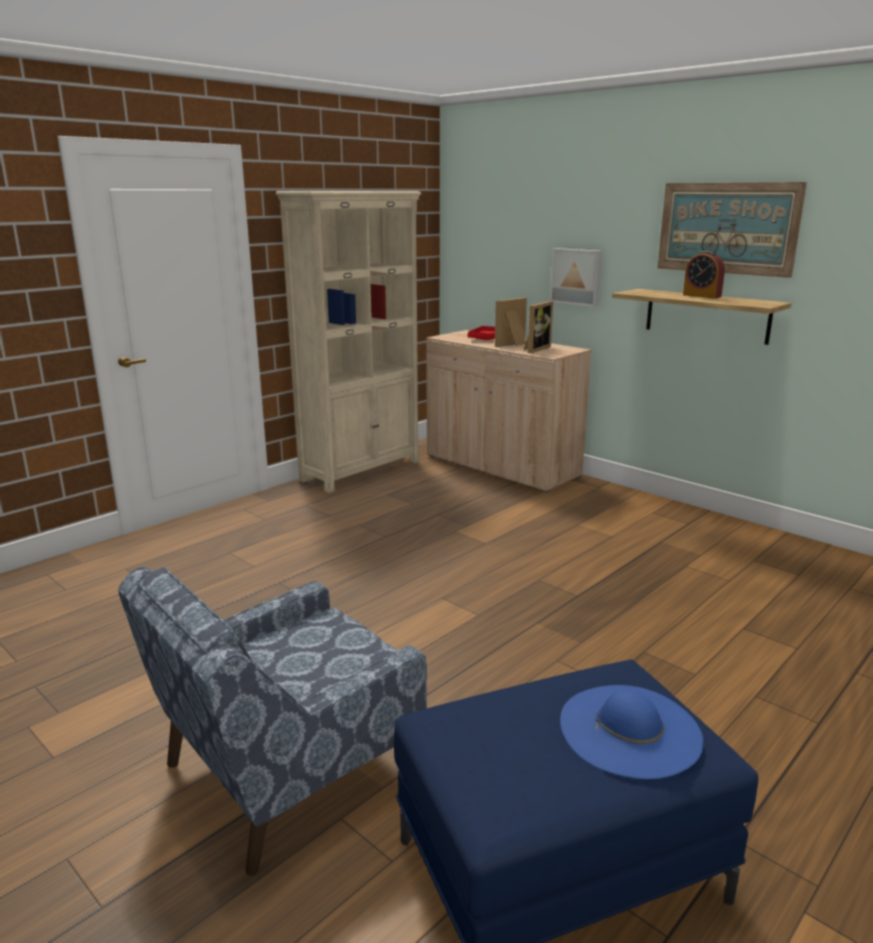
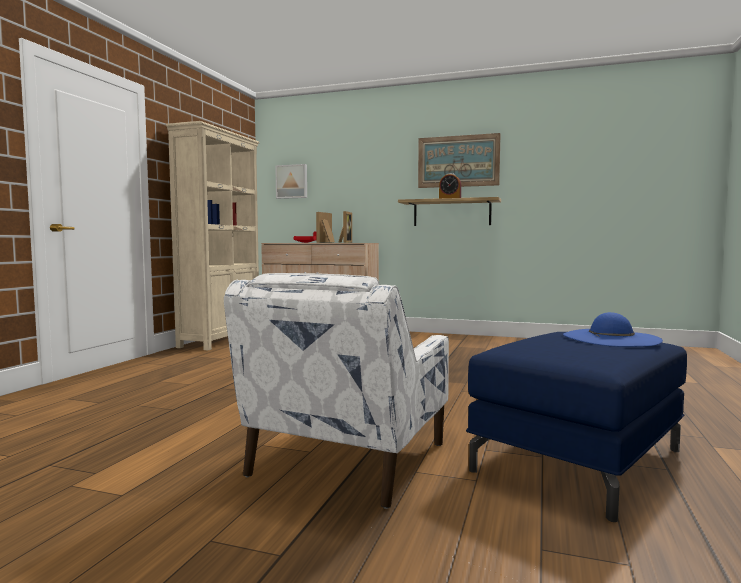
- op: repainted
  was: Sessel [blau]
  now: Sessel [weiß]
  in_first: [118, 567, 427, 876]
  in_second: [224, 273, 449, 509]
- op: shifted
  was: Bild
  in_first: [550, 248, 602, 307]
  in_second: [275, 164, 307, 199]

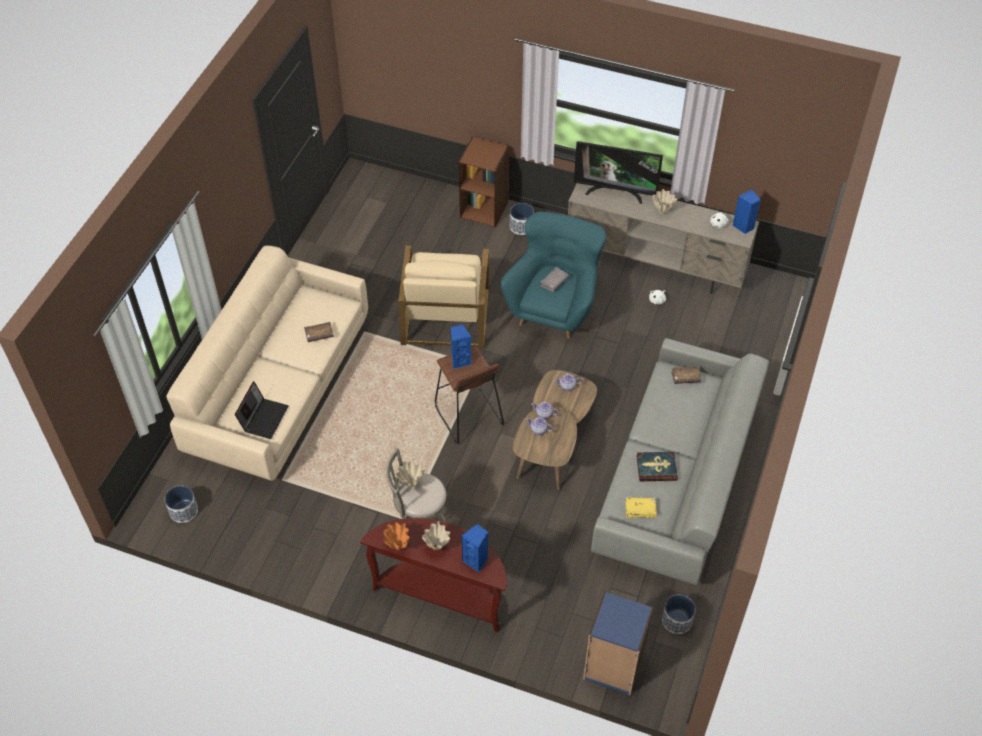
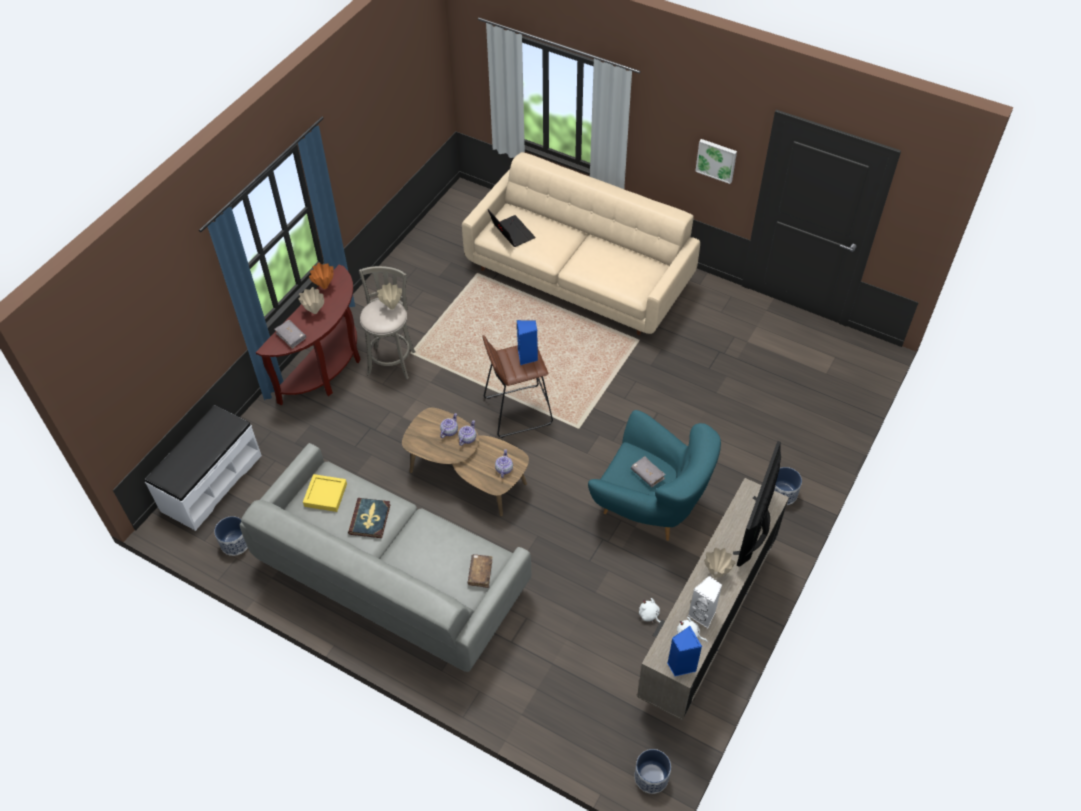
- op: swapped
  was: Bücherregal [blau]
  now: Bank [weiß]
  in_first: [583, 592, 654, 695]
  in_second: [144, 405, 262, 531]
- op: swapped
  was: Lautsprecher [blau]
  now: Buch [grau]
  in_first: [461, 524, 488, 573]
  in_second: [274, 320, 306, 349]
- op: swapped
  was: Buch [gelb]
  now: Tablett [gelb]
  in_first: [625, 497, 657, 518]
  in_second: [303, 474, 347, 512]
- op: rotated
  was: Laptop
  in_first: [235, 381, 288, 439]
  in_second: [488, 209, 535, 247]
  clockwise: -150
- op: shifted
  was: Pflanzkübel
  in_first: [165, 486, 198, 523]
  in_second: [634, 749, 671, 794]
- op: new
  now: Lautsprecher [weiß]
  in_second: [688, 576, 722, 628]
- op: new
  now: Bild
  in_second: [695, 139, 737, 184]
- op: gone
  was: Buch [braun]
  in_first: [304, 322, 334, 342]
- op: gone
  was: Sessel [beige]
  in_first: [398, 245, 489, 350]
- op: gone
  was: Bücherregal [braun]
  in_first: [459, 136, 509, 227]

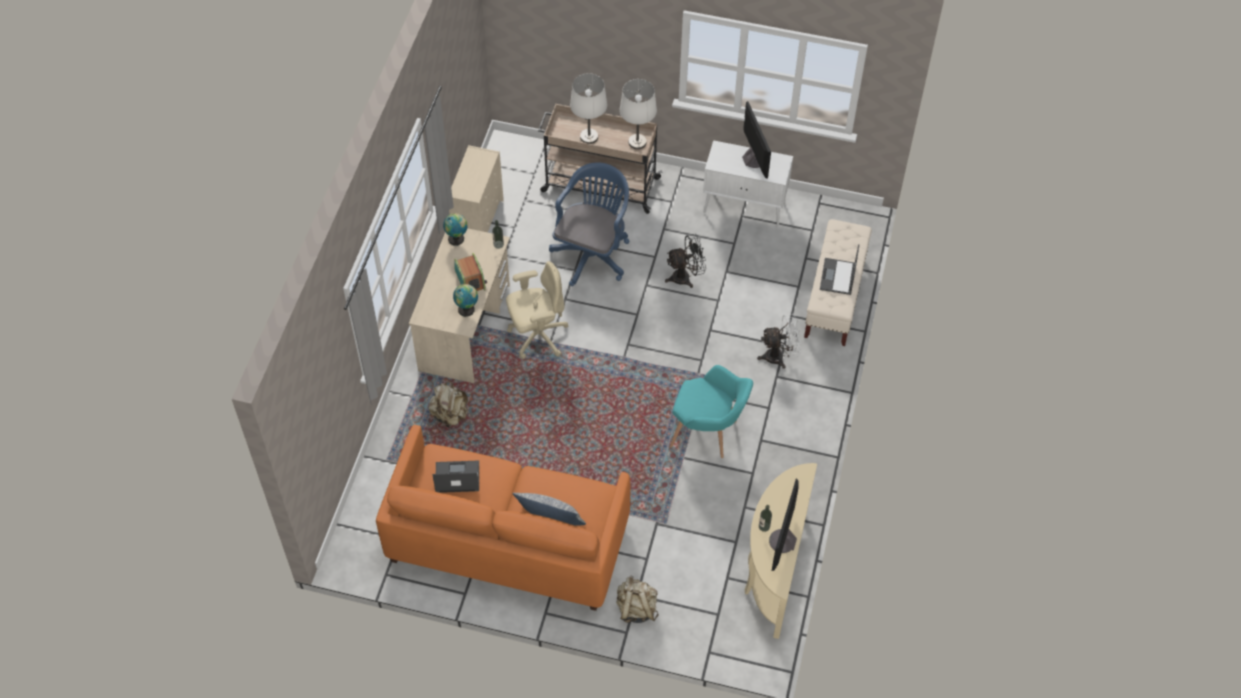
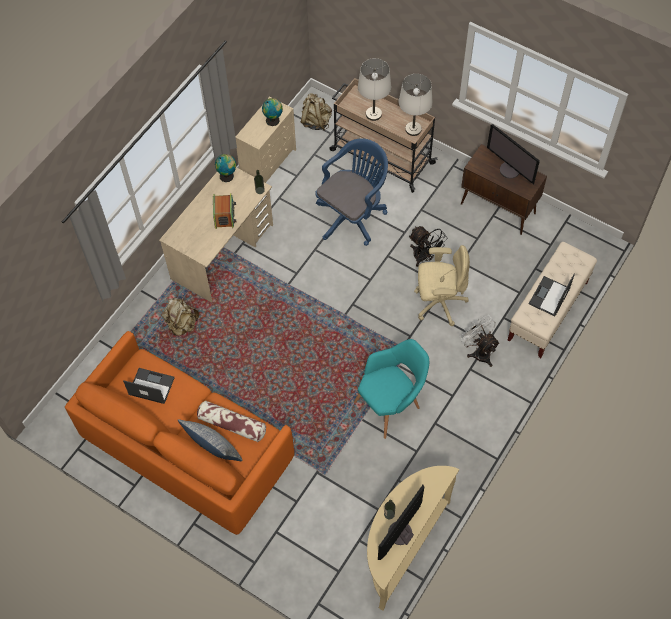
- op: new
  now: Kissen
  in_second: [197, 400, 266, 442]
- op: shifted
  was: Globus
  in_first: [453, 284, 478, 317]
  in_second: [262, 98, 283, 126]
- op: shifted
  was: Rucksack [beige]
  in_first: [616, 575, 658, 623]
  in_second: [300, 93, 332, 130]
- op: rotated
  was: Sessel [türkis]
  in_first: [670, 365, 753, 458]
  in_second: [354, 339, 429, 439]
  clockwise: -75
- op: rotated
  was: Ventilator [schwarz]
  in_first: [665, 234, 706, 288]
  in_second: [409, 226, 447, 267]
  clockwise: 45
- op: shifted
  was: Bürostuhl [beige]
  in_first: [506, 261, 568, 359]
  in_second: [414, 245, 470, 326]
- op: rotated
  was: Ventilator [weiß]
  in_first: [757, 314, 801, 369]
  in_second: [460, 315, 500, 367]
  clockwise: -135
- op: repainted
  was: Schrank [weiß]
  now: Schrank [braun]
  in_first: [703, 140, 793, 228]
  in_second: [461, 144, 547, 235]
- op: rotated
  was: Monitor
  in_first: [742, 101, 771, 179]
  in_second: [487, 124, 540, 185]
  clockwise: 135

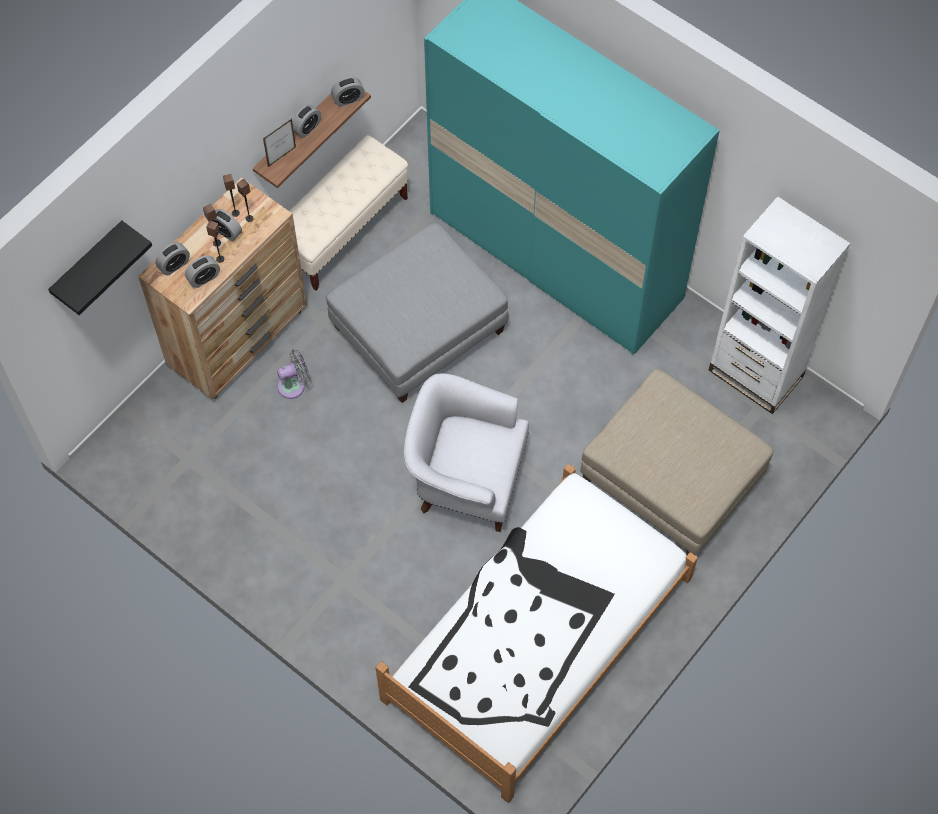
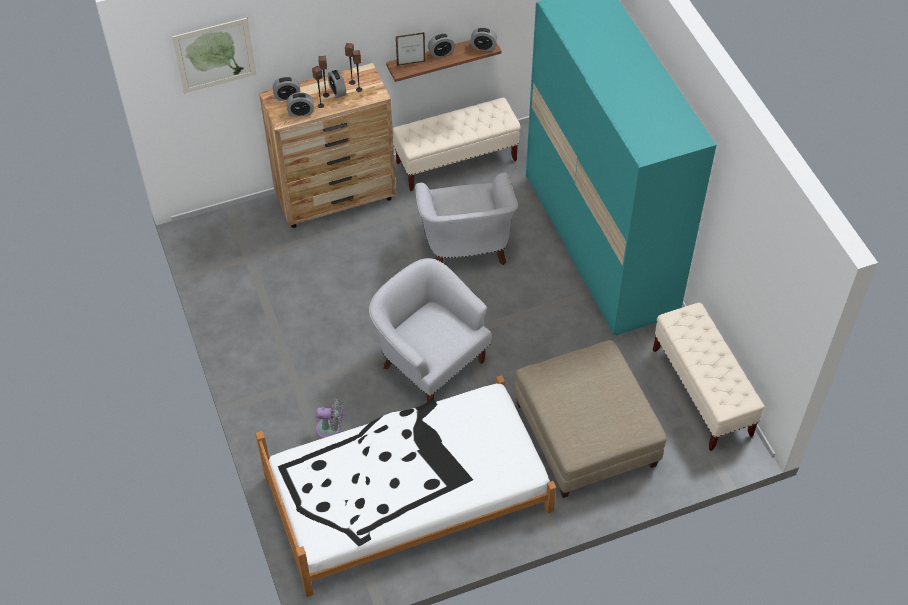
- op: swapped
  was: Wandregal [schwarz]
  now: Bild
  in_first: [48, 220, 152, 315]
  in_second: [172, 18, 256, 93]
- op: shifted
  was: Ventilator [grau]
  in_first: [277, 349, 310, 399]
  in_second: [316, 398, 343, 438]
- op: swapped
  was: Polsterhocker [grau]
  now: Sessel [weiß]
  in_first: [326, 222, 509, 403]
  in_second: [415, 172, 518, 265]
- op: swapped
  was: Bücherregal [weiß]
  now: Bank [beige]
  in_first: [709, 196, 851, 414]
  in_second: [653, 303, 765, 451]

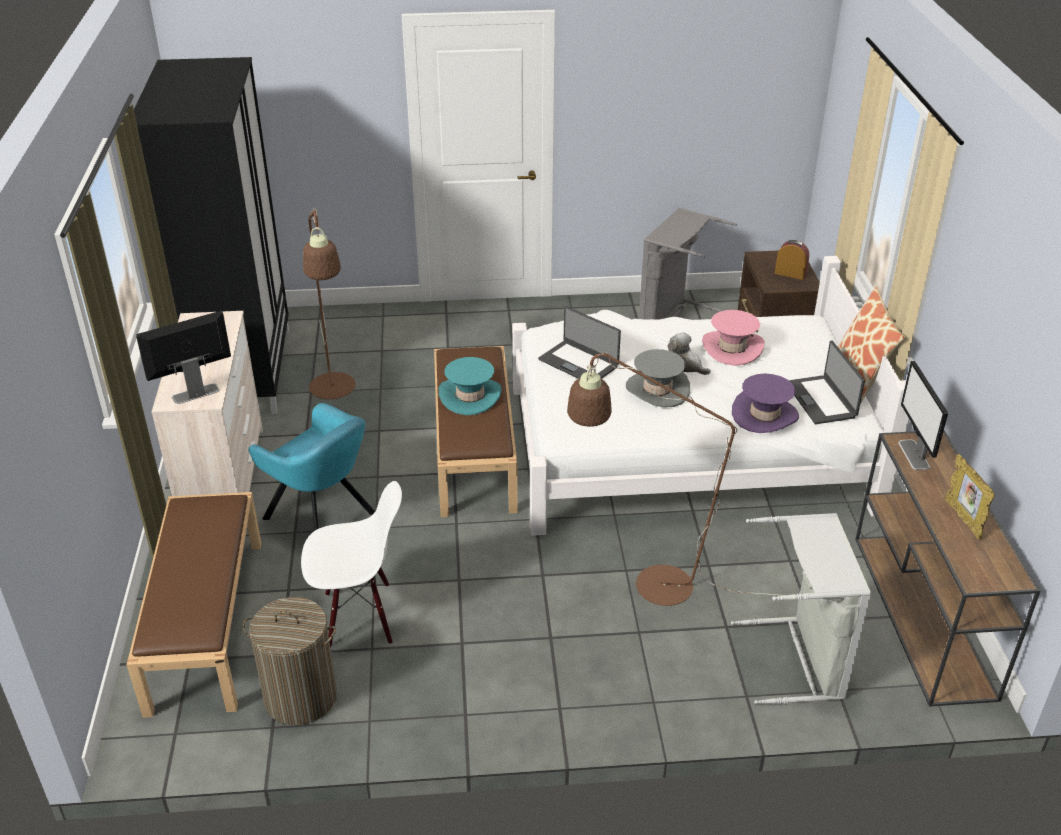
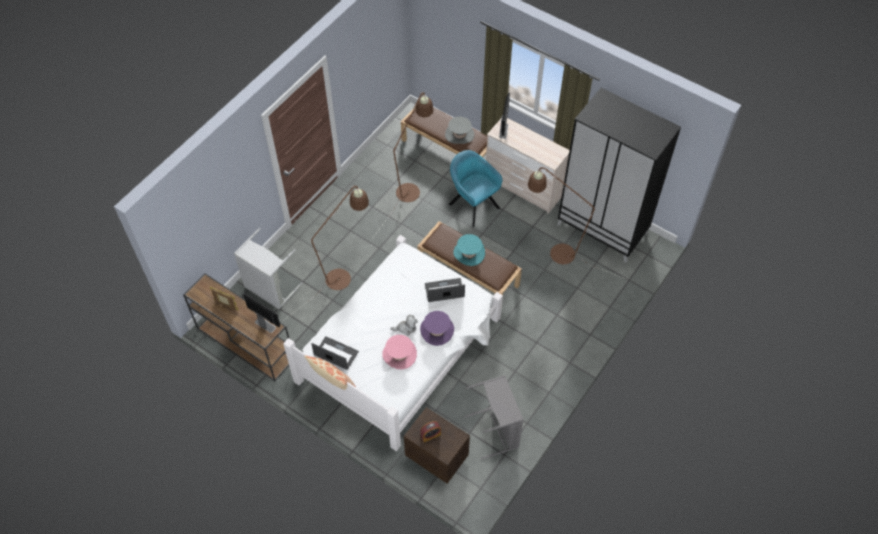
- op: swapped
  was: Stuhl [weiß]
  now: Stehlampe [braun]
  in_first: [301, 481, 402, 648]
  in_second: [372, 92, 433, 239]
- op: shifted
  was: Hut [lila]
  in_first: [732, 373, 799, 433]
  in_second: [420, 311, 454, 346]
- op: shifted
  was: Hut [grau]
  in_first: [626, 349, 690, 408]
  in_second: [445, 116, 474, 144]
- op: rotated
  was: Sessel [türkis]
  in_first: [249, 403, 375, 531]
  in_second: [449, 150, 502, 227]
  clockwise: 60
- op: gone
  was: Wäschekorb
  in_first: [243, 597, 337, 725]

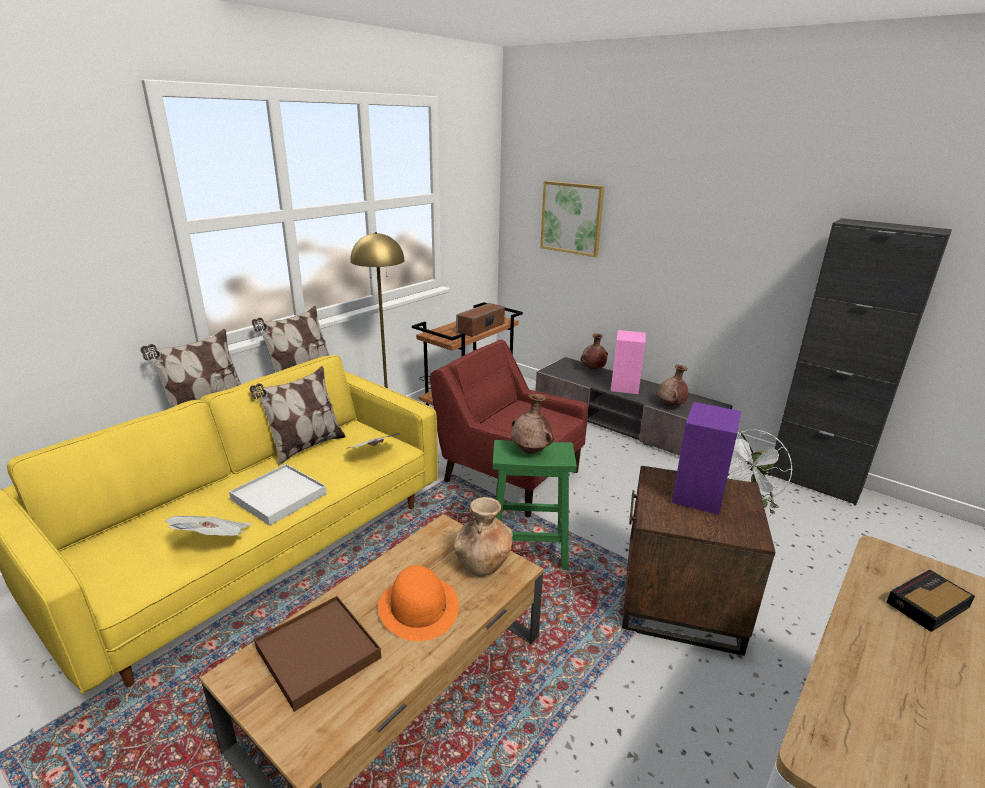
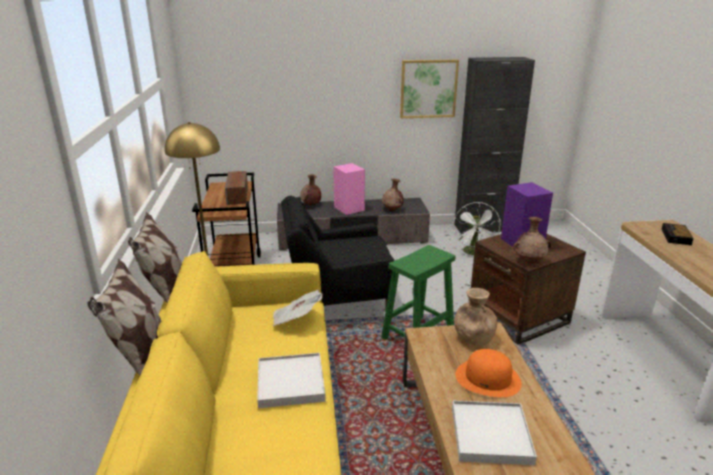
- op: repainted
  was: Sessel [rot]
  now: Sessel [schwarz]
  in_first: [430, 340, 588, 517]
  in_second: [281, 196, 395, 306]
- op: shifted
  was: Bild
  in_first: [540, 181, 604, 257]
  in_second: [400, 60, 459, 118]
- op: repainted
  was: Tablett [braun]
  now: Tablett [weiß]
  in_first: [254, 596, 381, 712]
  in_second: [452, 401, 537, 465]
- op: shifted
  was: Vase [braun]
  in_first: [511, 394, 554, 454]
  in_second: [513, 217, 551, 263]
- op: gone
  was: Zeitung
  in_first: [165, 516, 252, 536]
- op: gone
  was: Kissen
  in_first: [250, 366, 346, 466]

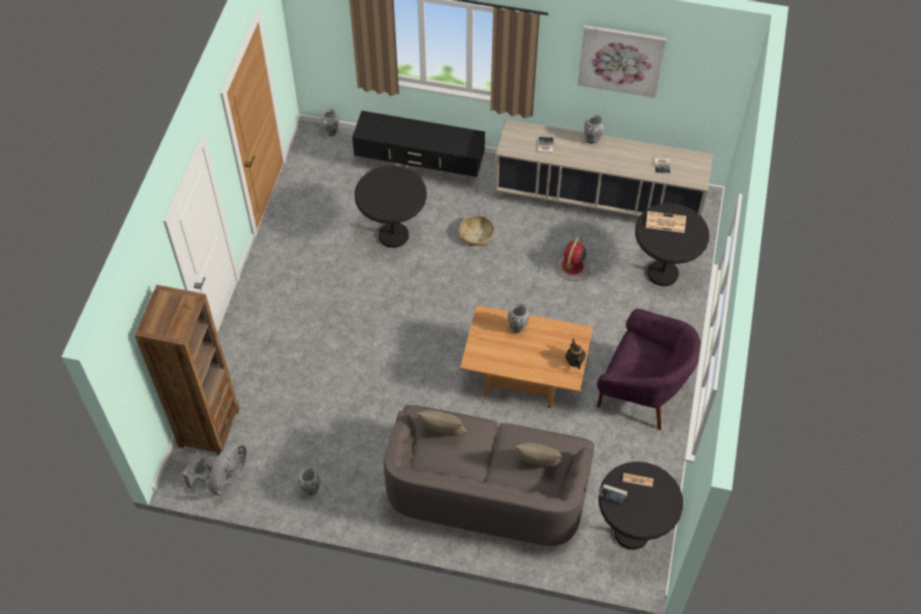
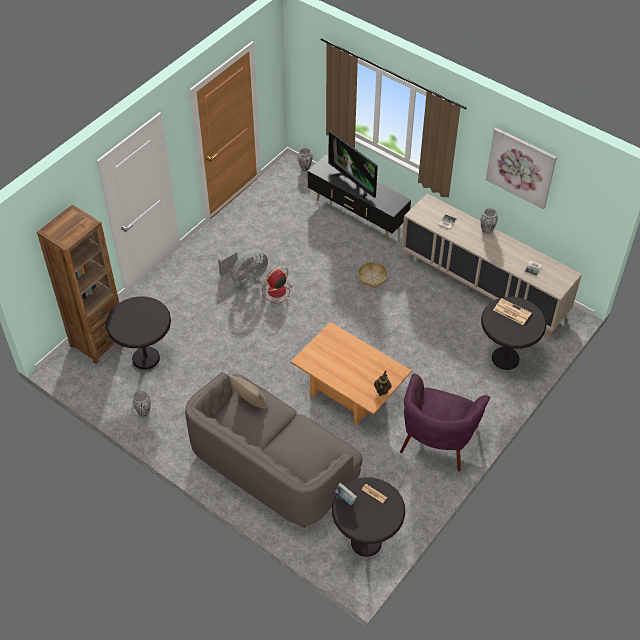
- op: shifted
  was: Beistelltisch [schwarz]
  in_first: [354, 165, 427, 248]
  in_second: [106, 296, 171, 370]
- op: shifted
  was: Ventilator [grau]
  in_first: [182, 442, 247, 496]
  in_second: [218, 249, 268, 287]
- op: shifted
  was: Ventilator [rot]
  in_first: [555, 236, 589, 281]
  in_second: [262, 266, 292, 303]
- op: new
  now: Fernseher
  in_second: [328, 131, 378, 199]
- op: rotated
  was: Sessel [lila]
  in_first: [597, 309, 701, 430]
  in_second: [400, 374, 490, 471]
  clockwise: 60
- op: gone
  was: Vase
  in_first: [508, 303, 529, 333]
- op: gone
  was: Kissen [beige]
  in_first: [514, 443, 563, 467]

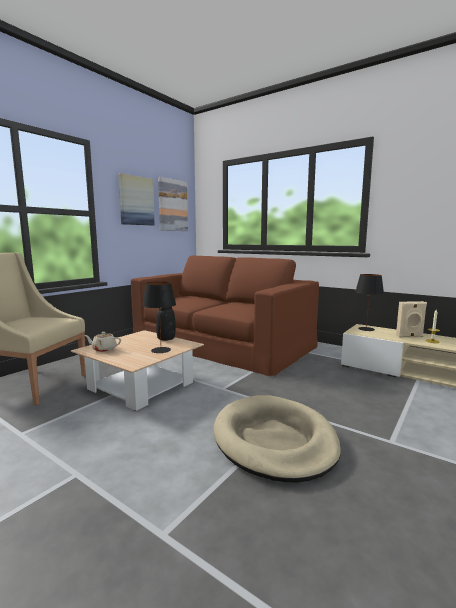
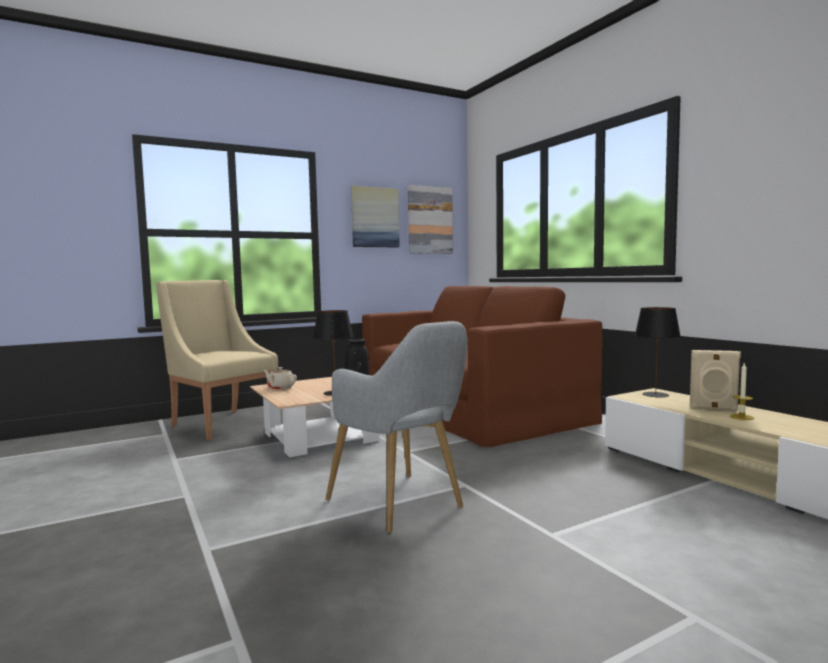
- op: swapped
  was: Hundebett [beige]
  now: Sessel [grau]
  in_first: [214, 395, 341, 482]
  in_second: [326, 321, 468, 533]

